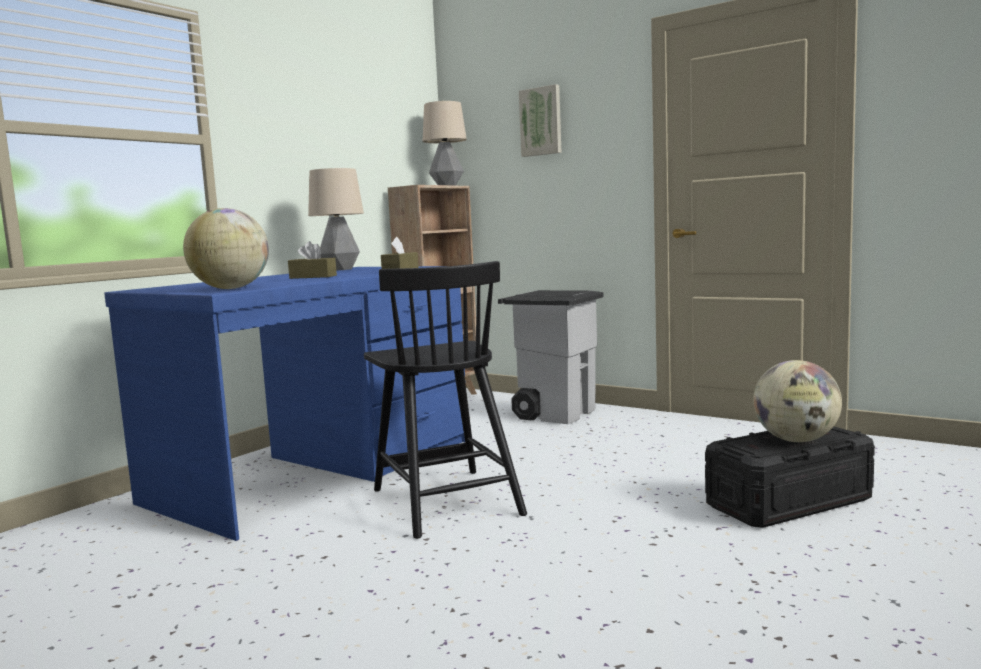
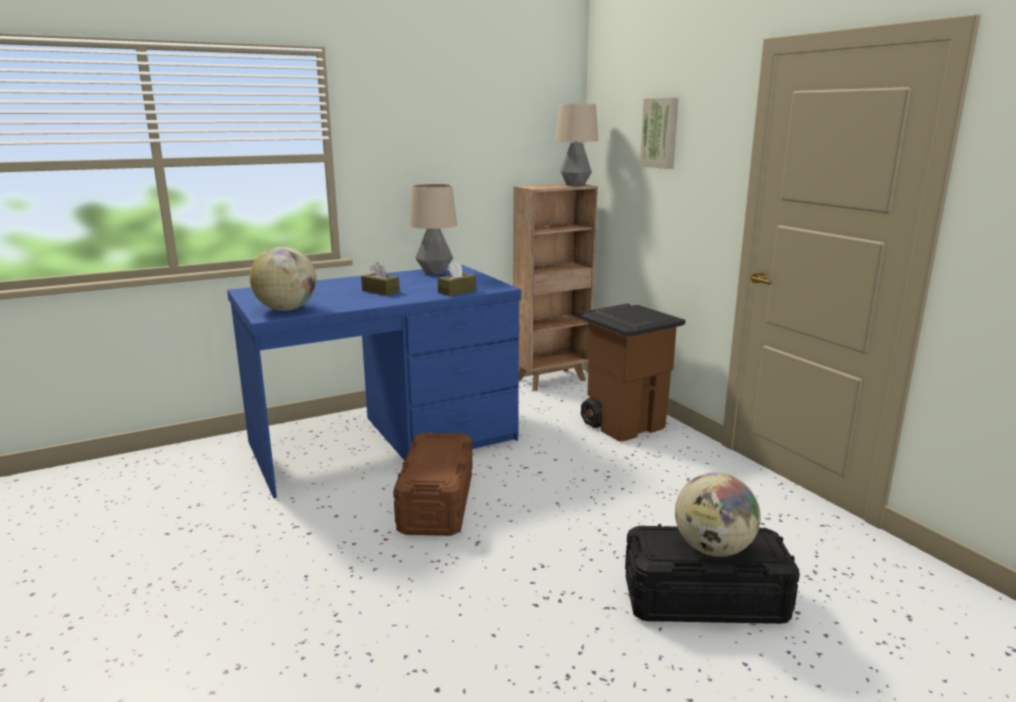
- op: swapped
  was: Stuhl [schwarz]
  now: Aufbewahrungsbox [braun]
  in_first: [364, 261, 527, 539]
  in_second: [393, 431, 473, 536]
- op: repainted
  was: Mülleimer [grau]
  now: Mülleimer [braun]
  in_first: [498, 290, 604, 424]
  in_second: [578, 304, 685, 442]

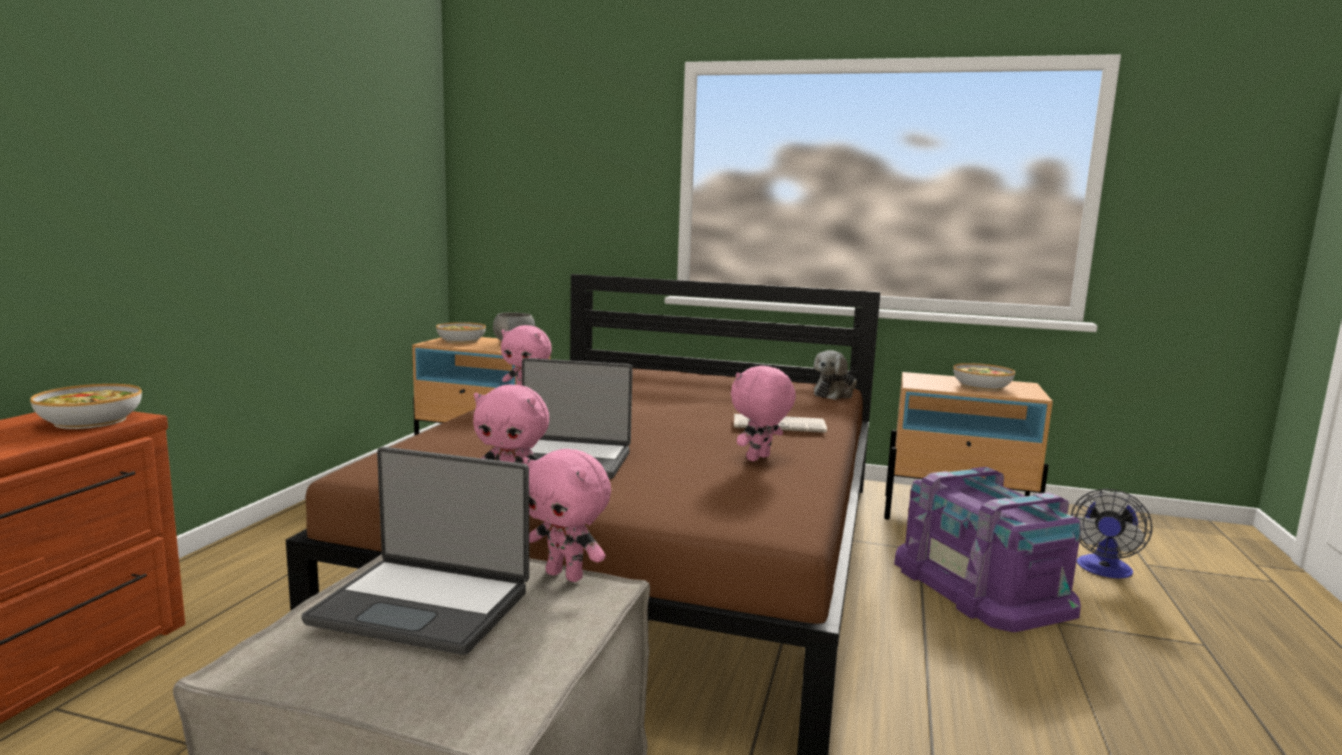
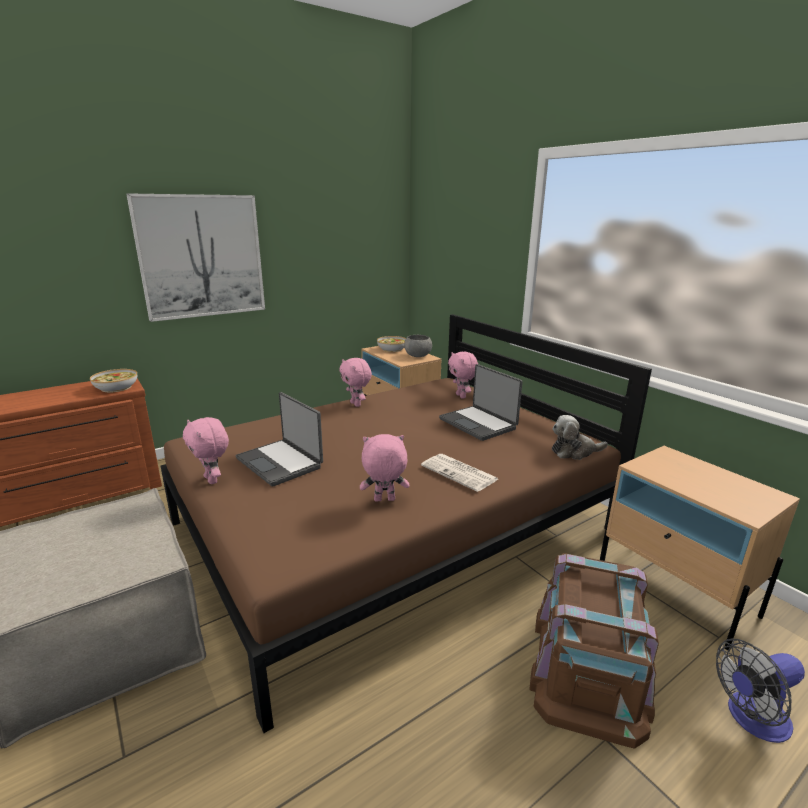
- op: new
  now: Bild
  in_second: [126, 193, 265, 322]
- op: shifted
  was: Laptop
  in_first: [301, 447, 529, 655]
  in_second: [439, 364, 523, 441]
- op: shifted
  was: Plüschtier [rosa]
  in_first: [523, 449, 611, 582]
  in_second: [448, 352, 478, 399]
- op: repainted
  was: Aufbewahrungsbox [lila]
  now: Aufbewahrungsbox [braun]
  in_first: [894, 467, 1081, 632]
  in_second: [529, 553, 659, 748]
- op: gone
  was: Schüssel
  in_first: [953, 363, 1015, 391]

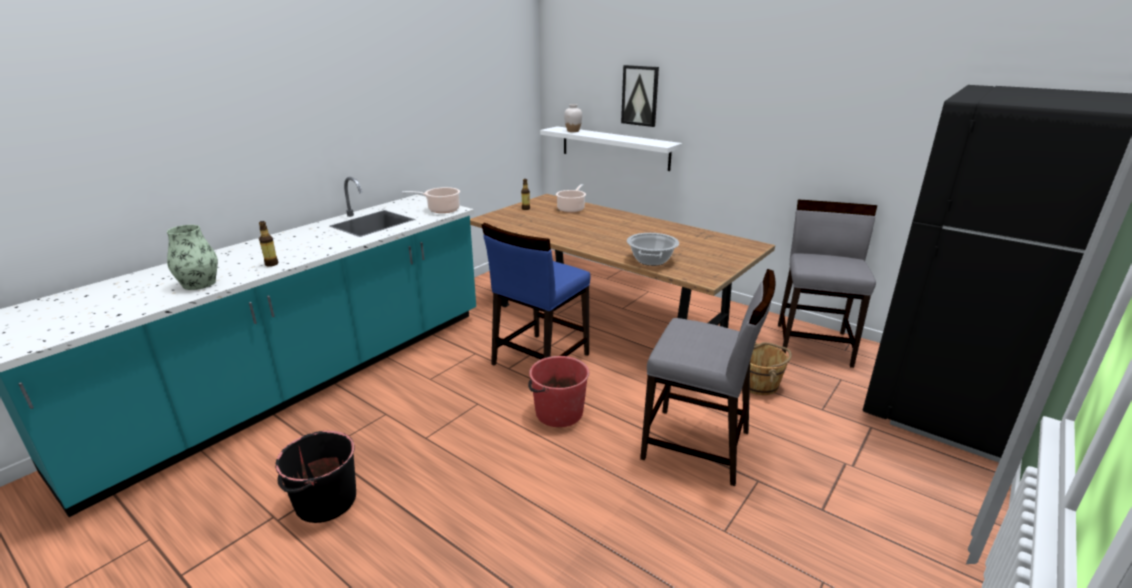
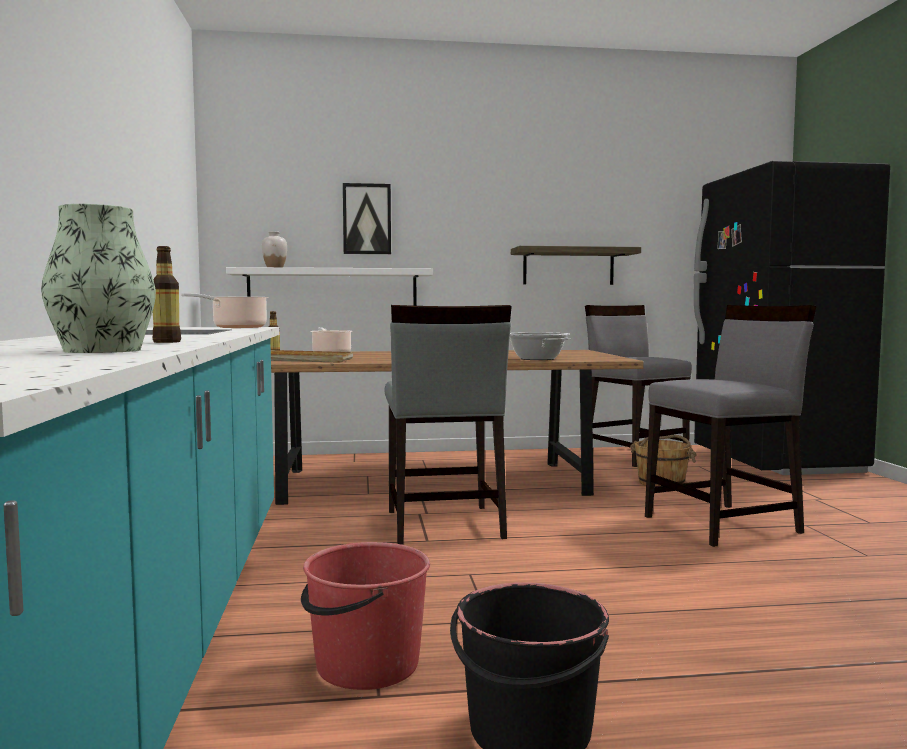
- op: new
  now: Tablett [beige]
  in_second: [271, 350, 353, 363]
- op: shifted
  was: Eimer [rot]
  in_first: [528, 356, 589, 427]
  in_second: [301, 542, 430, 690]
- op: repainted
  was: Stuhl [blau]
  now: Stuhl [grau]
  in_first: [482, 223, 590, 365]
  in_second: [384, 305, 512, 544]
- op: new
  now: Wandregal
  in_second: [511, 246, 641, 285]

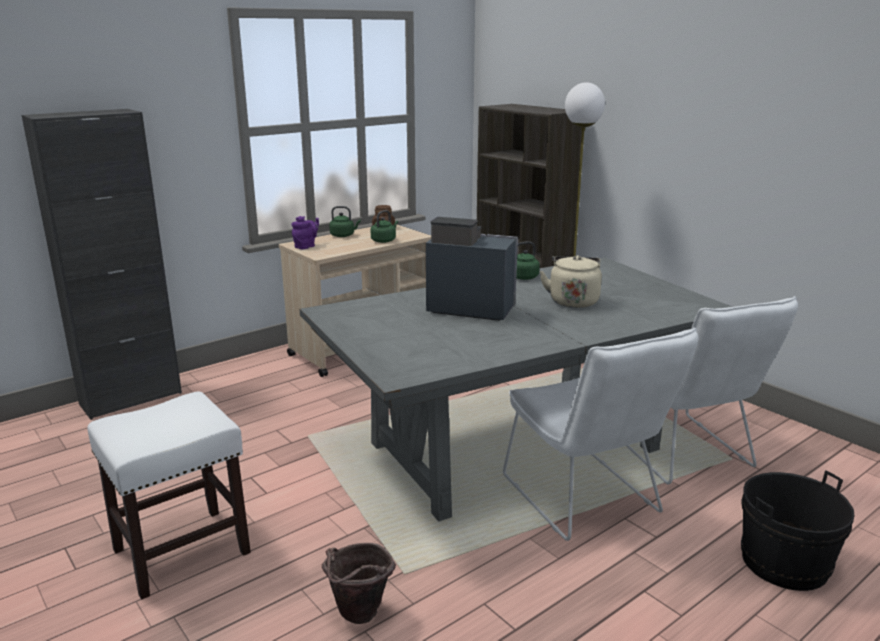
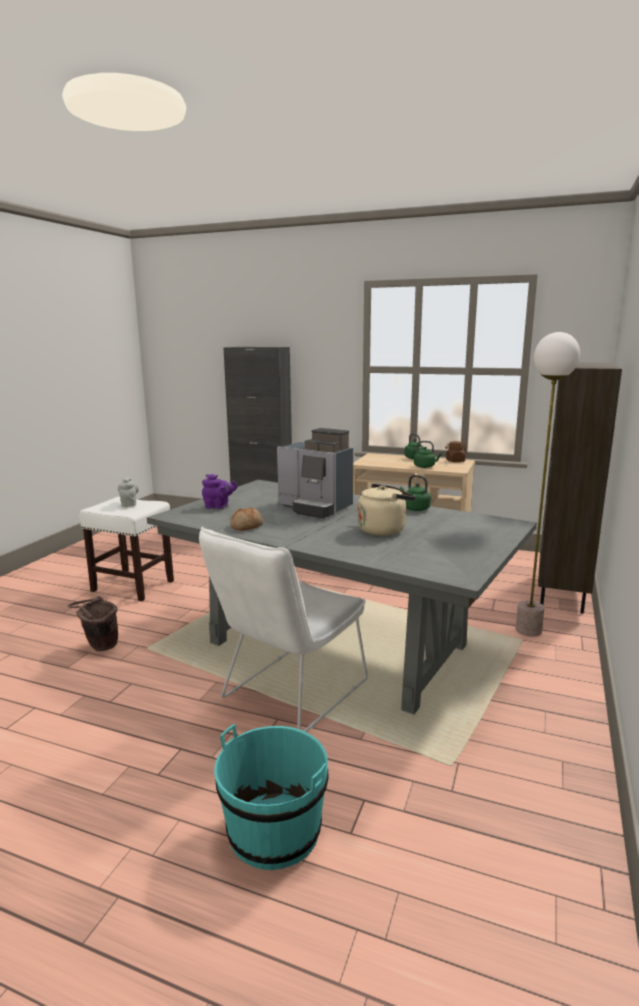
- op: new
  now: Teekanne [grau]
  in_second: [118, 477, 139, 507]
- op: shifted
  was: Teekanne [lila]
  in_first: [292, 216, 319, 249]
  in_second: [202, 474, 237, 509]
- op: repainted
  was: Eimer [schwarz]
  now: Eimer [türkis]
  in_first: [741, 470, 854, 591]
  in_second: [214, 724, 329, 870]
- op: new
  now: Brot
  in_second: [230, 508, 263, 531]
- op: rotated
  was: Kaffeemaschine
  in_first: [426, 217, 518, 321]
  in_second: [277, 428, 353, 519]
  clockwise: 135
- op: gone
  was: Stuhl [weiß]
  in_first: [626, 296, 798, 485]

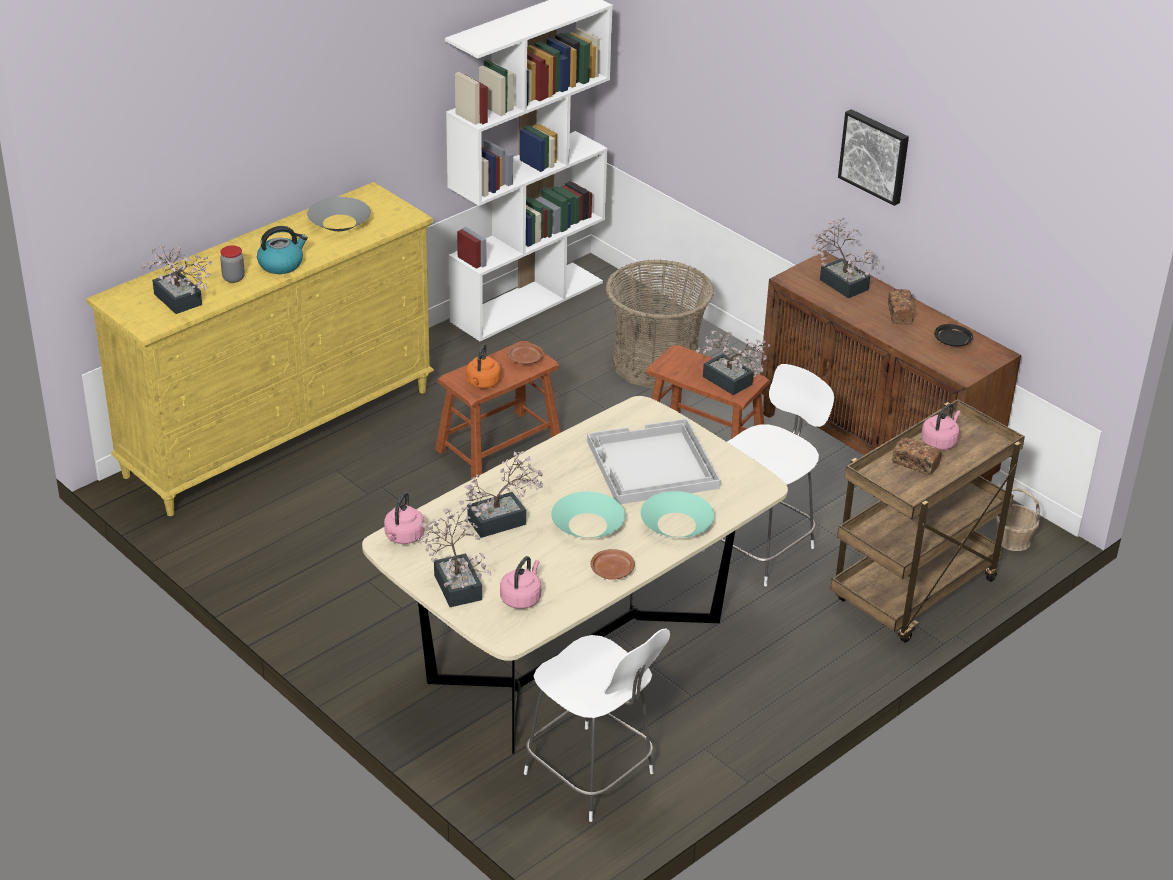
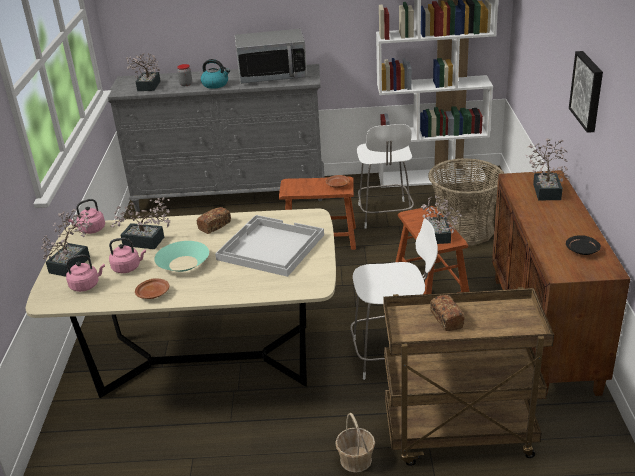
- op: repainted
  was: Kommode [gelb]
  now: Kommode [grau]
  in_first: [86, 182, 434, 516]
  in_second: [108, 64, 324, 212]
- op: shifted
  was: Wasserkessel [rosa]
  in_first: [921, 403, 961, 450]
  in_second: [109, 238, 146, 273]
- op: shifted
  was: Brot
  in_first: [888, 289, 915, 325]
  in_second: [197, 207, 231, 234]
- op: swapped
  was: Schüssel [grau]
  now: Mikrowelle
  in_first: [307, 197, 371, 231]
  in_second: [235, 29, 307, 84]
- op: shifted
  was: Korb
  in_first: [996, 488, 1040, 551]
  in_second: [335, 413, 375, 473]
- op: shifted
  was: Stuhl [weiß]
  in_first: [524, 628, 670, 822]
  in_second: [357, 124, 414, 229]
- op: gone
  was: Wasserkessel [orange]
  in_first: [467, 344, 501, 389]
- op: gone
  was: Schüssel [türkis]
  in_first: [641, 491, 714, 537]

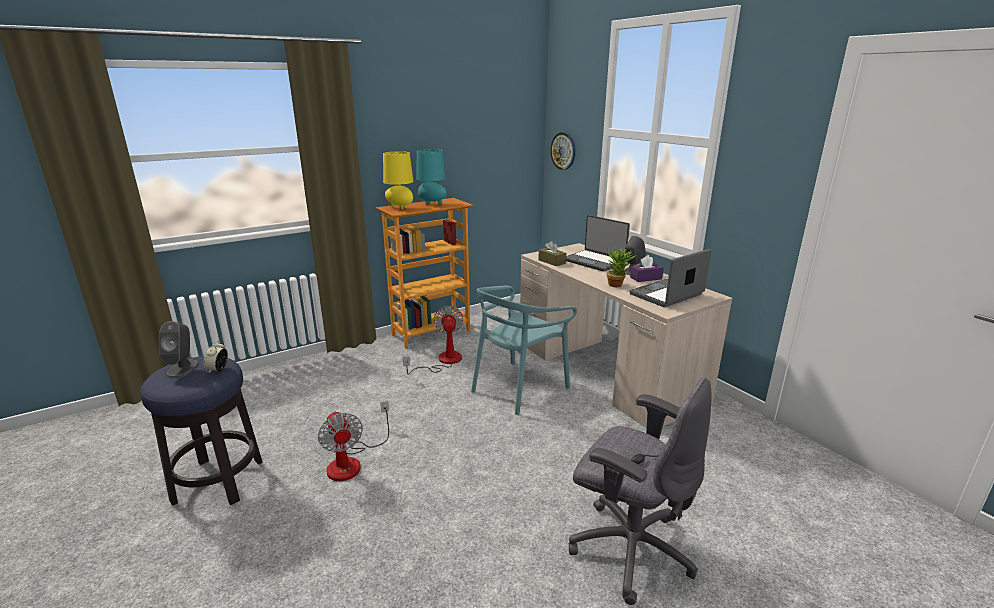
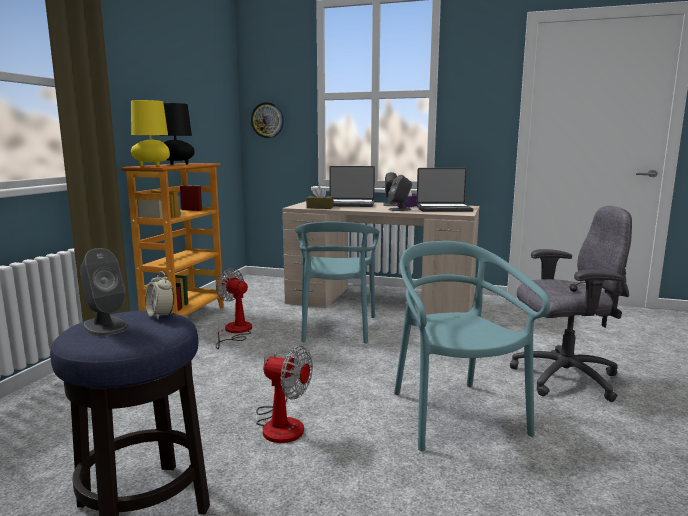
- op: repainted
  was: Tischlampe [türkis]
  now: Tischlampe [schwarz]
  in_first: [416, 149, 446, 205]
  in_second: [158, 103, 195, 165]
- op: swapped
  was: Topfpflanze
  now: Lautsprecher [grau]
  in_first: [606, 247, 636, 287]
  in_second: [388, 175, 412, 211]
- op: new
  now: Stuhl [türkis]
  in_second: [394, 241, 550, 451]
- op: rotated
  was: Laptop
  in_first: [629, 249, 711, 307]
  in_second: [417, 168, 473, 212]
  clockwise: -105

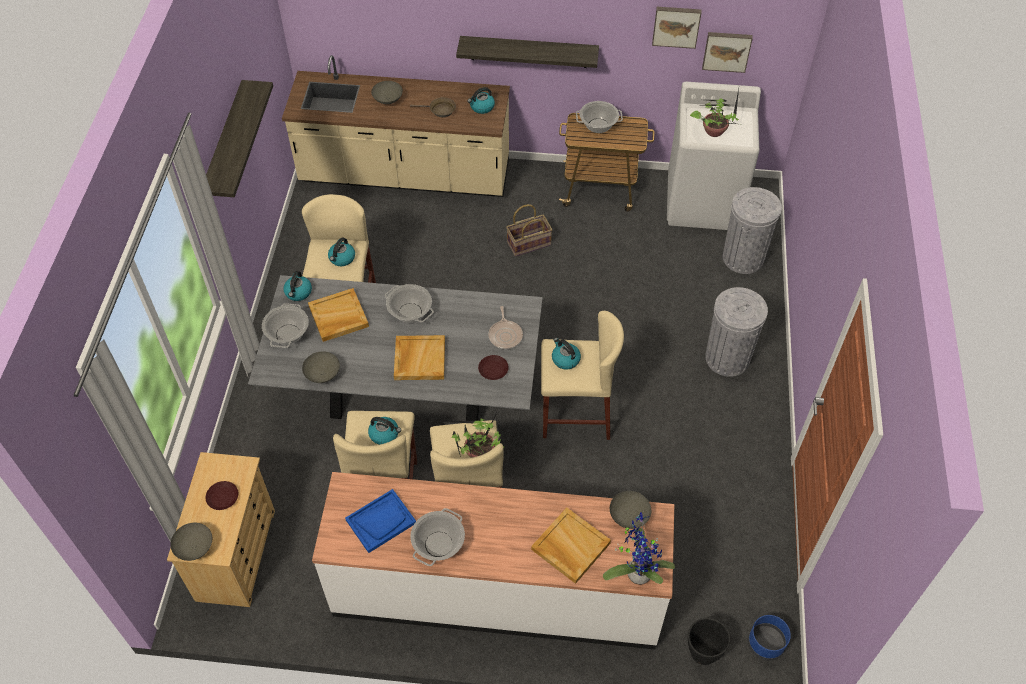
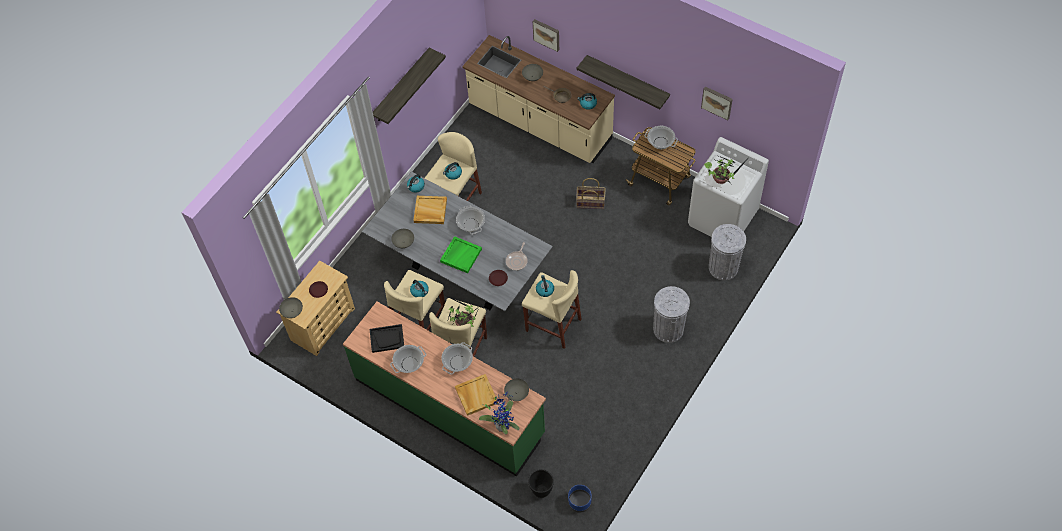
- op: repainted
  was: Küchenzeile [weiß]
  now: Küchenzeile [grün]
  in_first: [312, 472, 674, 649]
  in_second: [343, 302, 546, 477]
- op: repainted
  was: Tablett [blau]
  now: Tablett [schwarz]
  in_first: [345, 489, 416, 553]
  in_second: [370, 324, 404, 353]
- op: repainted
  was: Tablett [beige]
  now: Tablett [grün]
  in_first: [394, 335, 445, 380]
  in_second: [440, 236, 482, 273]
- op: shifted
  was: Kochtopf
  in_first: [262, 303, 309, 348]
  in_second: [441, 342, 473, 375]
- op: shifted
  was: Bild
  in_first: [702, 32, 753, 73]
  in_second: [533, 19, 559, 52]

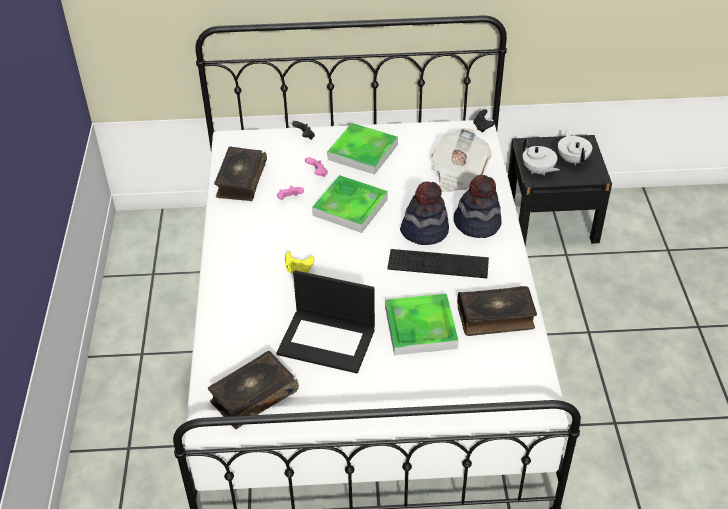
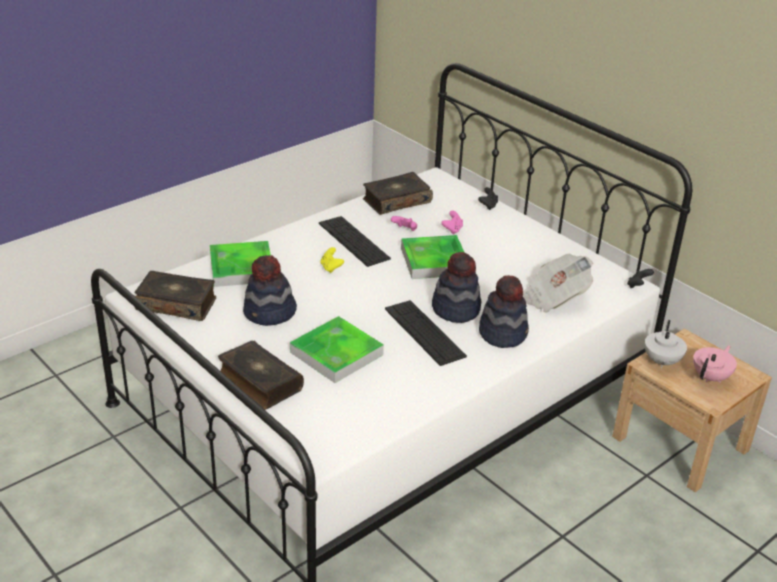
- op: shifted
  was: Tablett
  in_first: [327, 123, 398, 175]
  in_second: [210, 241, 271, 287]
- op: shifted
  was: Buch
  in_first: [457, 286, 537, 336]
  in_second: [218, 340, 304, 410]
- op: swapped
  was: Laptop
  now: Hut
  in_first: [276, 270, 375, 374]
  in_second: [243, 255, 297, 326]
- op: new
  now: Tastatur
  in_second: [319, 216, 391, 267]
- op: repainted
  was: Nachttisch [schwarz]
  now: Nachttisch [beige]
  in_first: [508, 135, 612, 246]
  in_second: [612, 328, 772, 492]
- op: repainted
  was: Teekanne [weiß]
  now: Teekanne [rosa]
  in_first: [558, 130, 592, 165]
  in_second: [693, 345, 737, 383]

